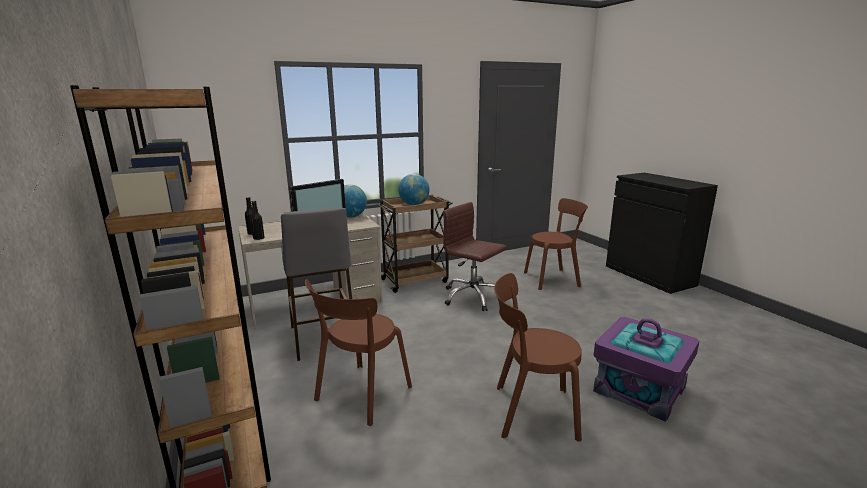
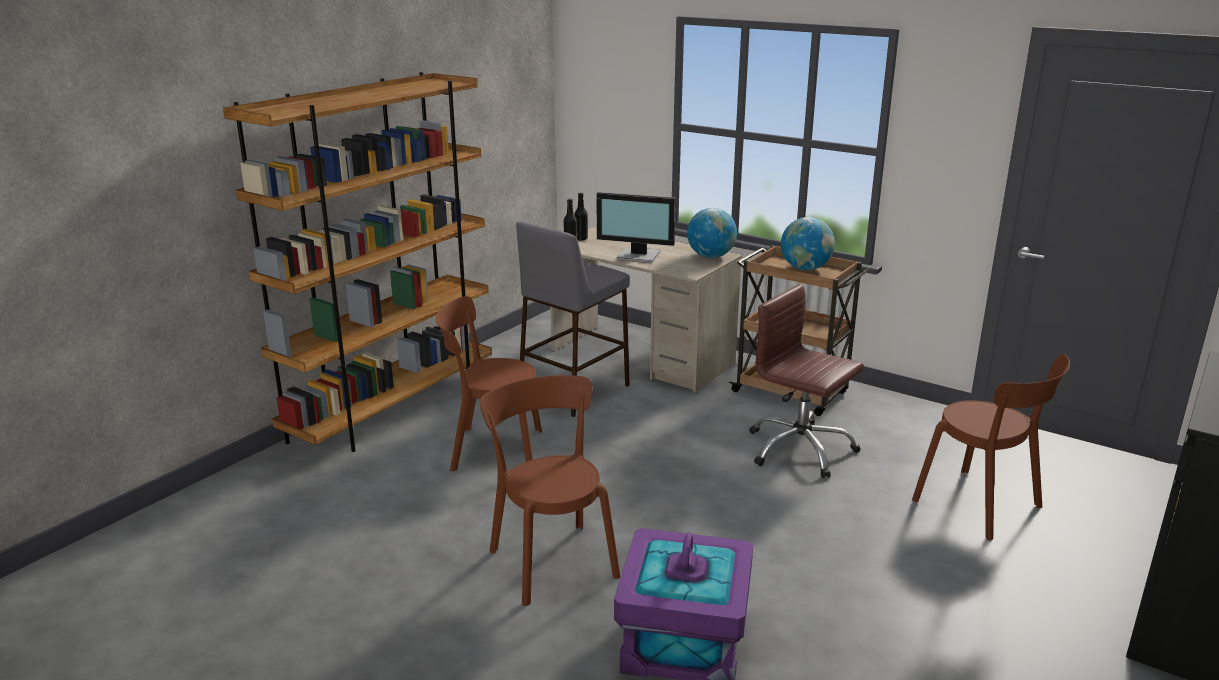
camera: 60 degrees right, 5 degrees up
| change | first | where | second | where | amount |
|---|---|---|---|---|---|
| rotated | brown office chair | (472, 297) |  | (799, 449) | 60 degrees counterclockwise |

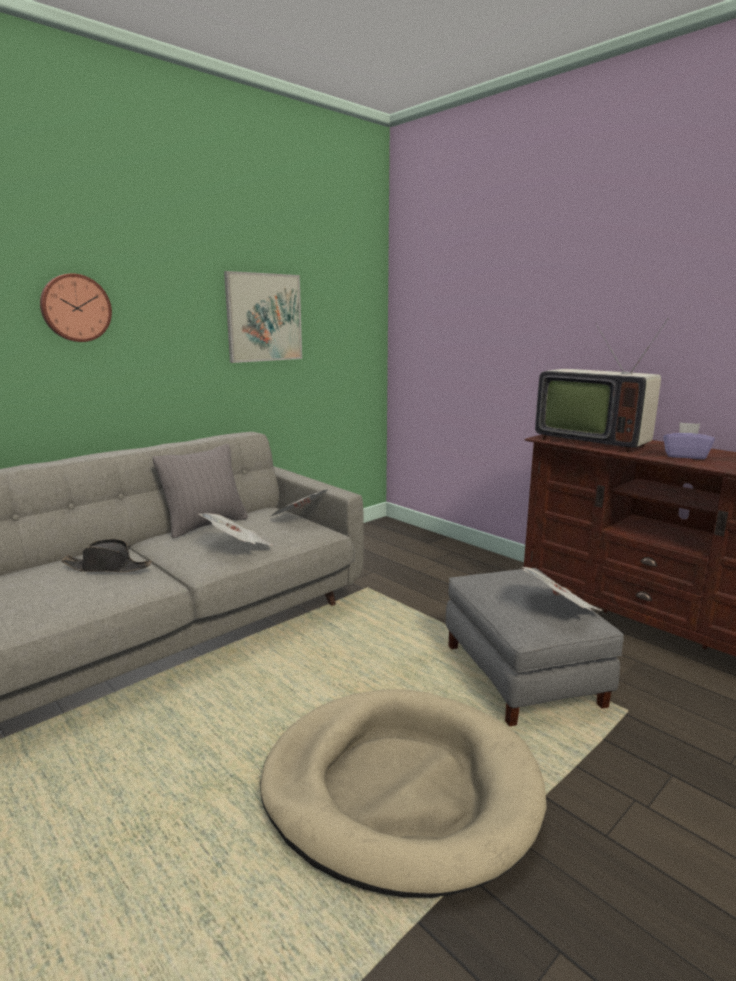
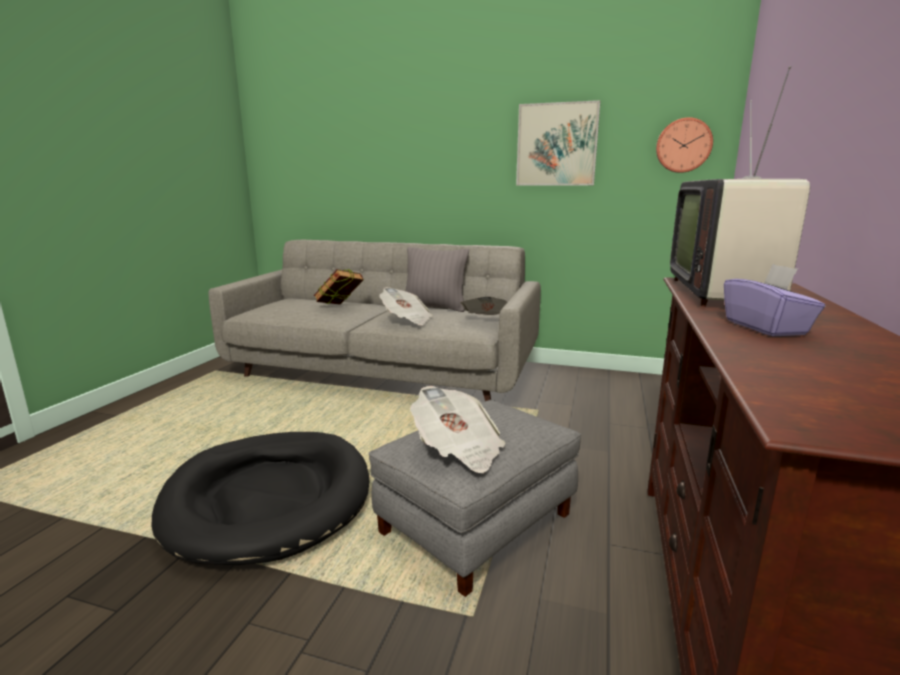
camera: 60 degrees right, 0 degrees up
| change | first | where | second | where | amount |
|---|---|---|---|---|---|
| shifted | wall clock | (75, 308) |  | (683, 145) |  |
| swapped | black hat | (108, 567) | book | (340, 307) |  |
| repainted | beige dog bed | (400, 789) | black dog bed | (269, 498) |  |

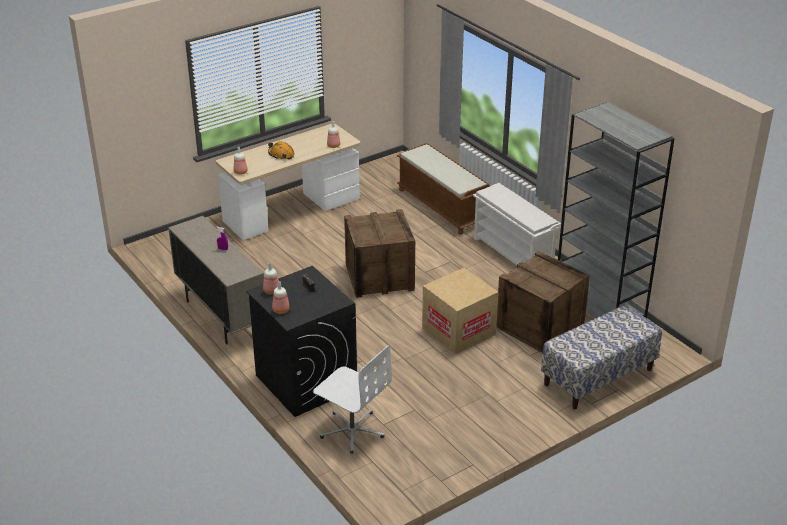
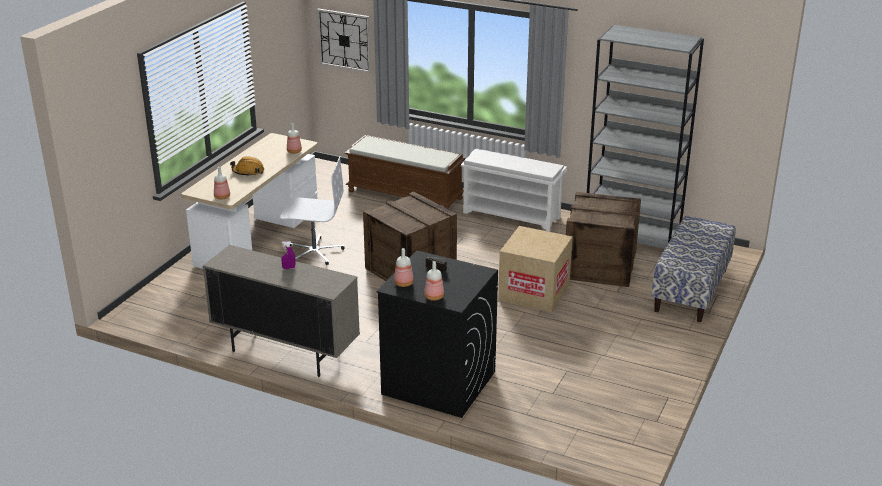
camera: 30 degrees left, 5 degrees down
| change | first | where | second | where | amount |
|---|---|---|---|---|---|
| shifted | white office chair | (352, 430) |  | (314, 252) |  |
| new |  |  | wall clock | (344, 40) |  |

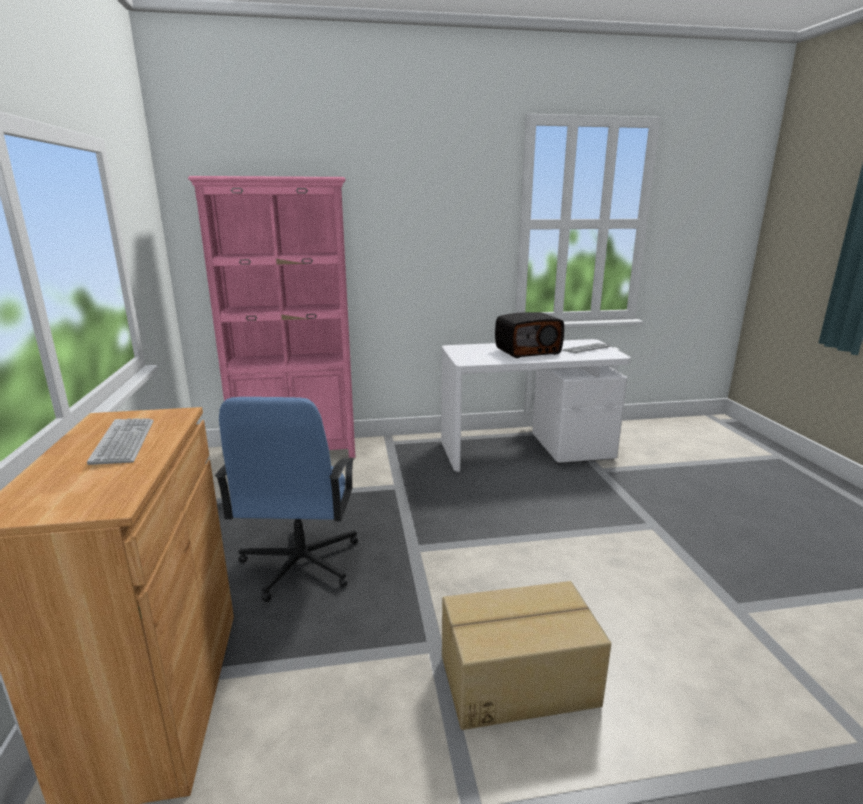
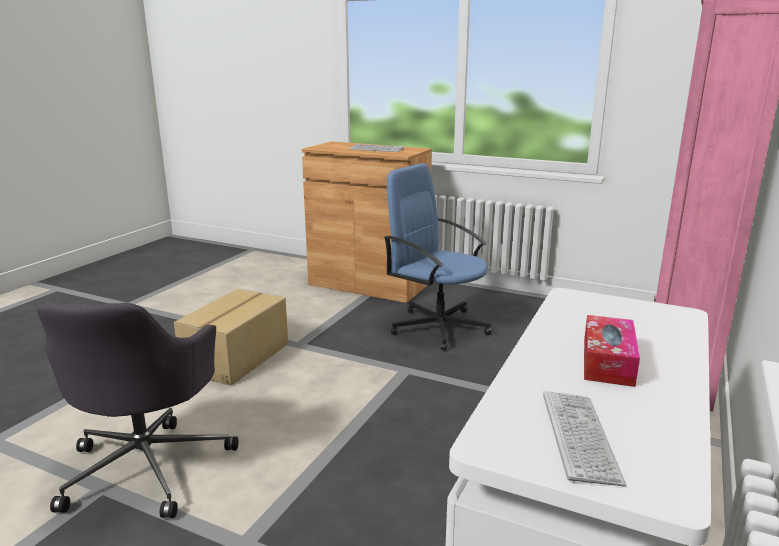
camera: 125 degrees right, 0 degrees up
| change | first | where | second | where | amount |
|---|---|---|---|---|---|
| swapped | radio | (527, 351) | tissue box | (607, 362) |  |
| new |  |  | grey office chair | (148, 466) |  |

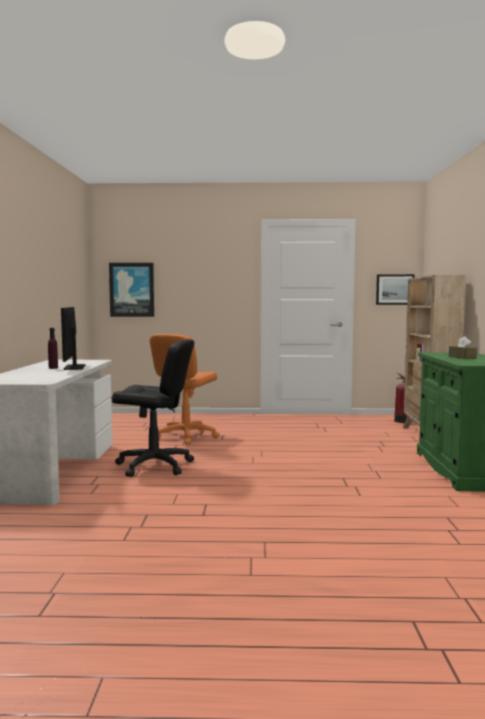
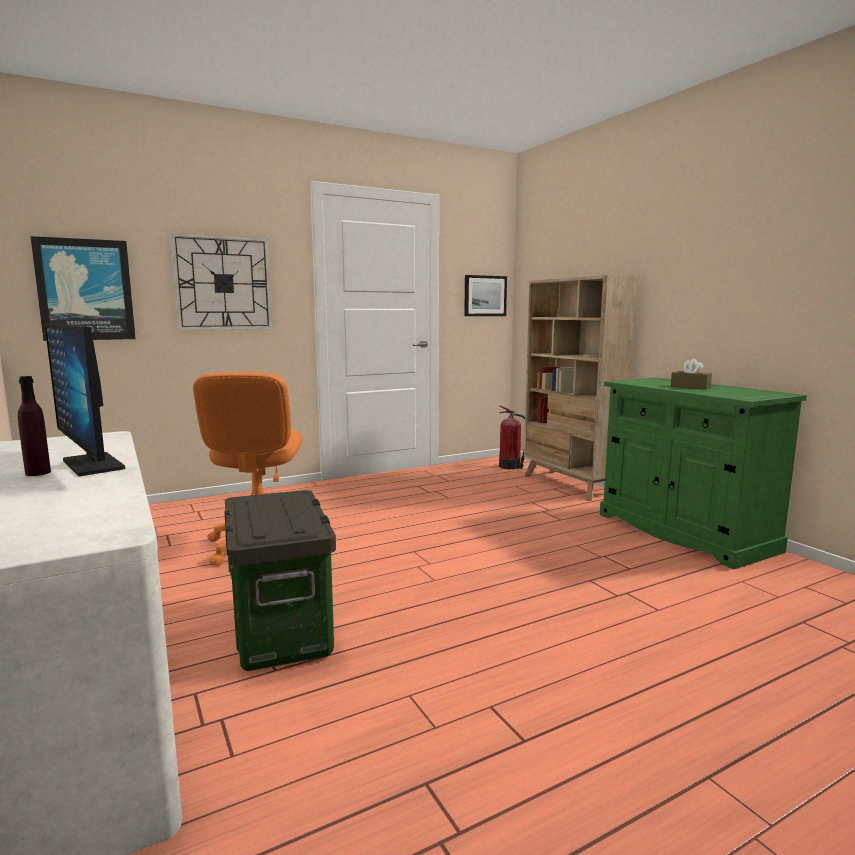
camera: 30 degrees left, 5 degrees up
| change | first | where | second | where | amount |
|---|---|---|---|---|---|
| swapped | black office chair | (154, 466) | storage box | (283, 630) |  |
| new |  |  | wall clock | (223, 283) |  |

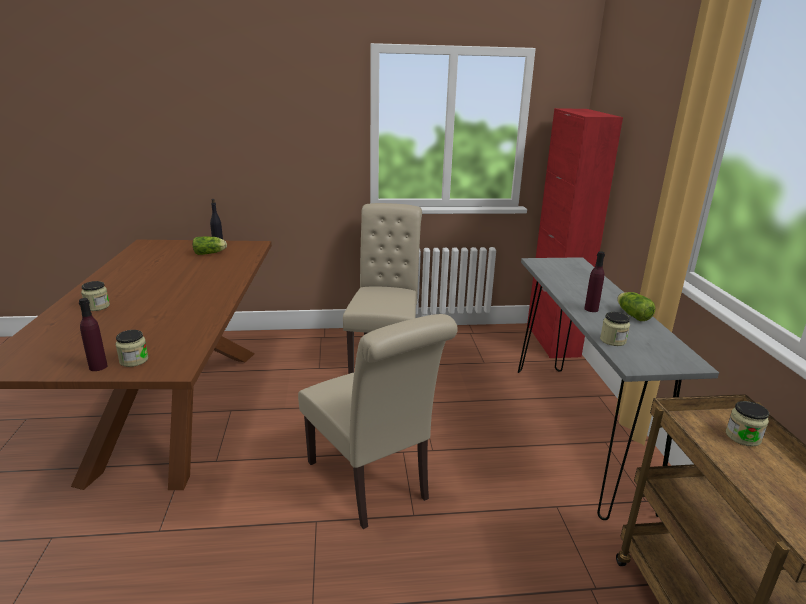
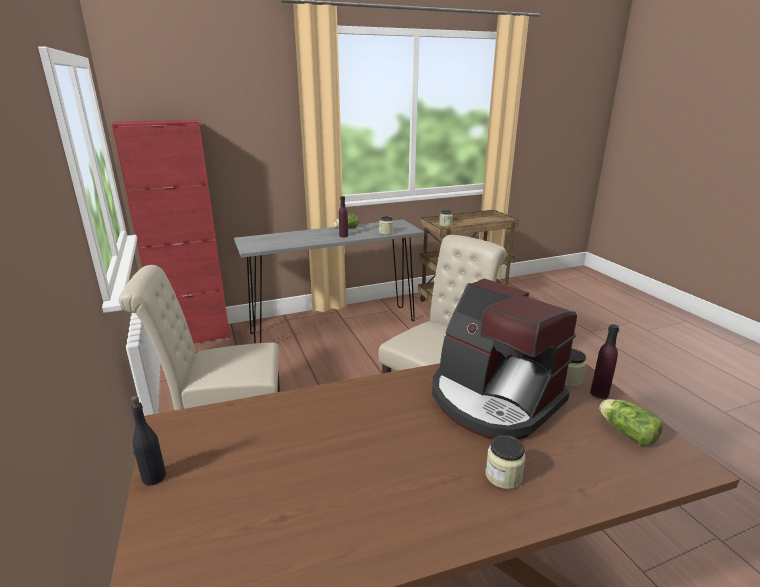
camera: 105 degrees left, 0 degrees up
| change | first | where | second | where | amount |
|---|---|---|---|---|---|
| shifted | lettuce | (210, 253) |  | (625, 431) |  |
| new |  |  | coffee machine | (493, 400) |  |

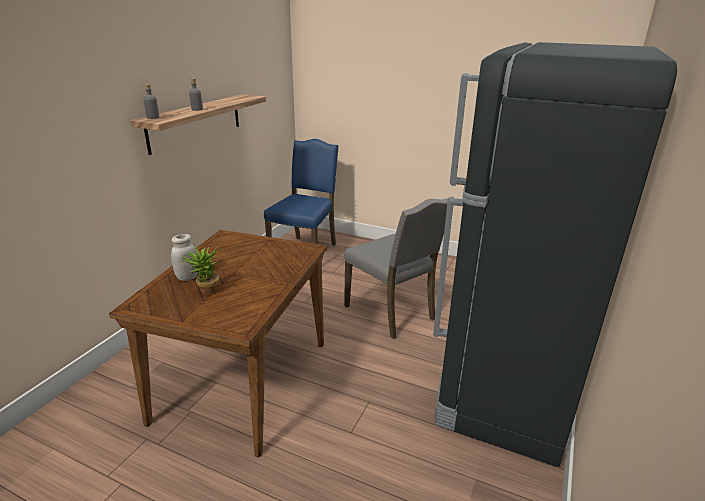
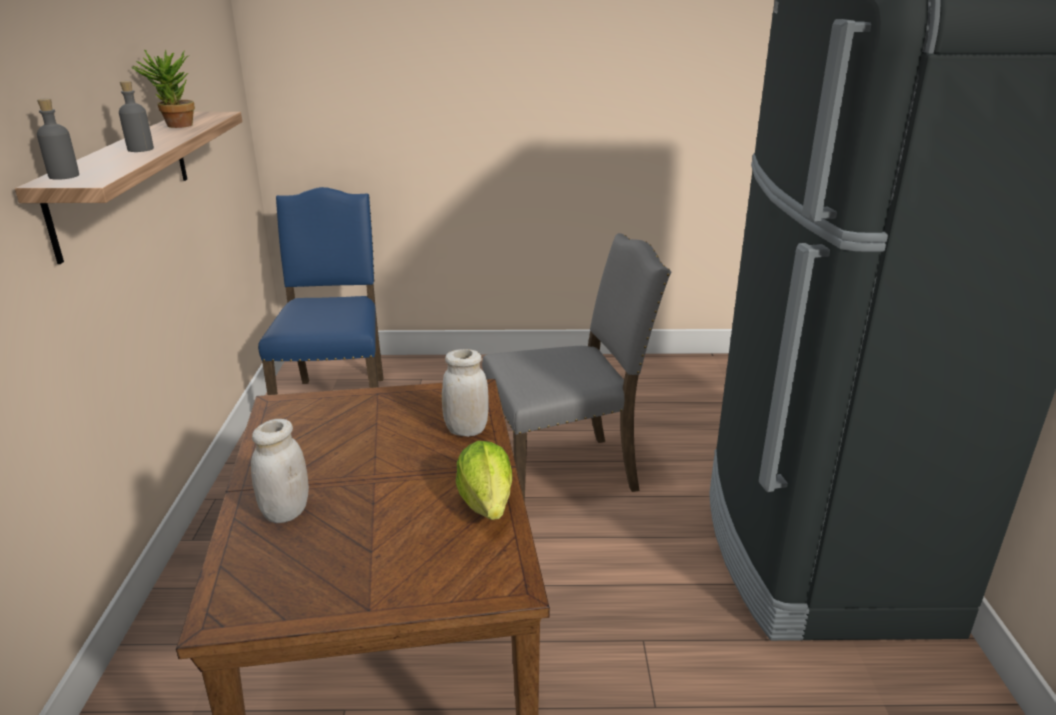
camera: 25 degrees left, 0 degrees up
| change | first | where | second | where | amount |
|---|---|---|---|---|---|
| shifted | potted plant | (205, 291) |  | (175, 126) |  |
| rotated | grey chair | (392, 312) |  | (565, 473) | 45 degrees counterclockwise |
| new |  |  | white jar | (466, 430) |  |
| new |  |  | lettuce | (487, 503) |  |

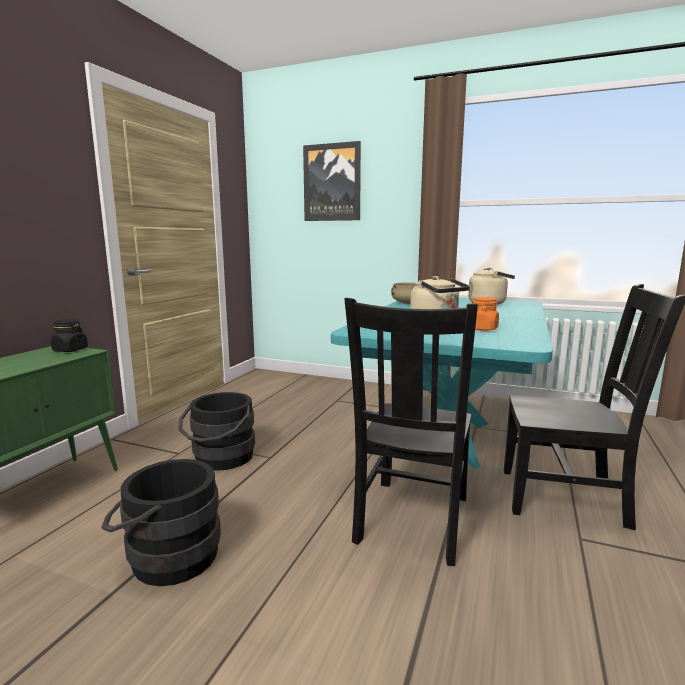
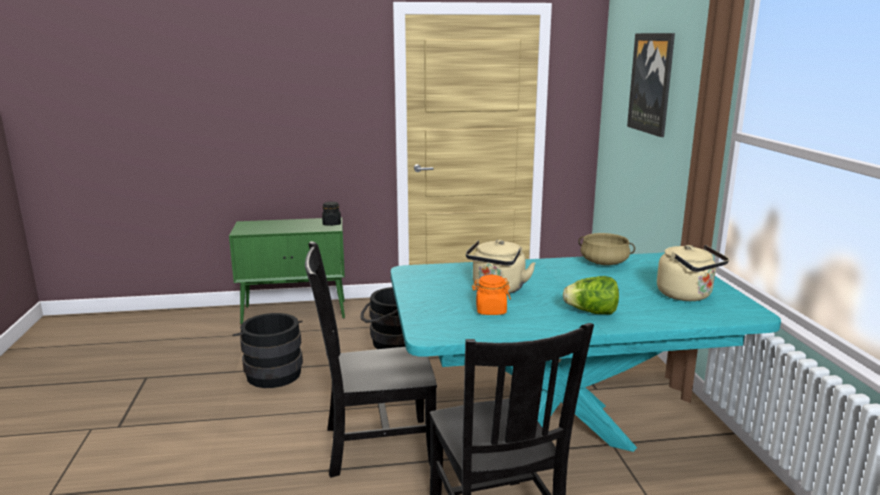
camera: 60 degrees right, 5 degrees up
| change | first | where | second | where | amount |
|---|---|---|---|---|---|
| new |  |  | lettuce | (591, 312) |  |

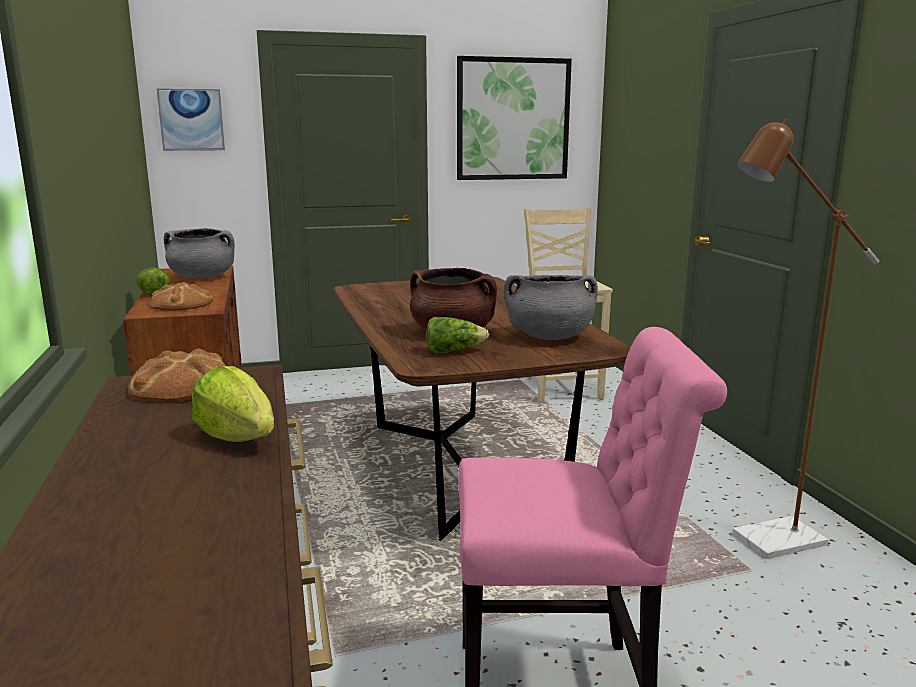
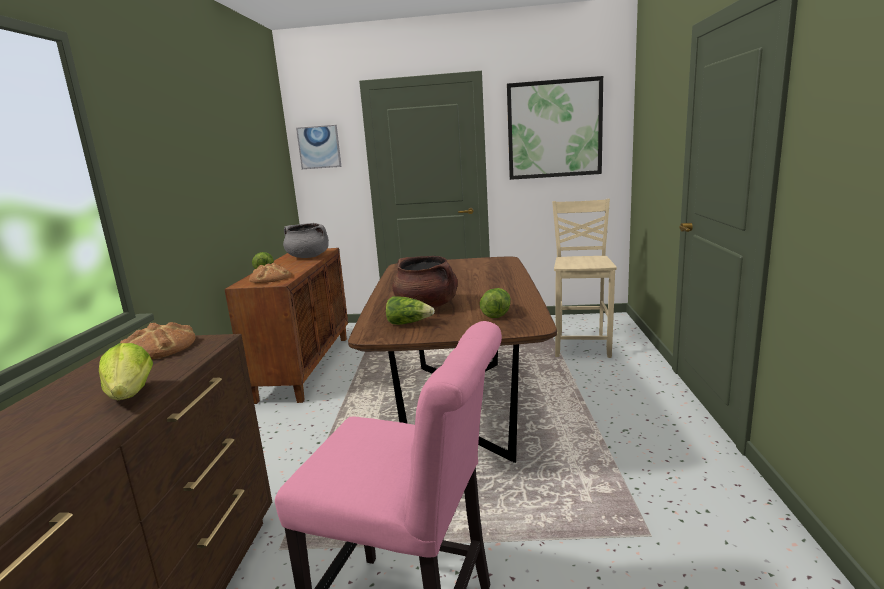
camera: 20 degrees right, 0 degrees up
| change | first | where | second | where | amount |
|---|---|---|---|---|---|
| swapped | grey cooking pot | (549, 337) | lettuce | (496, 313) |  |
| gone | brown floor lamp | (766, 542) |  |  |  |

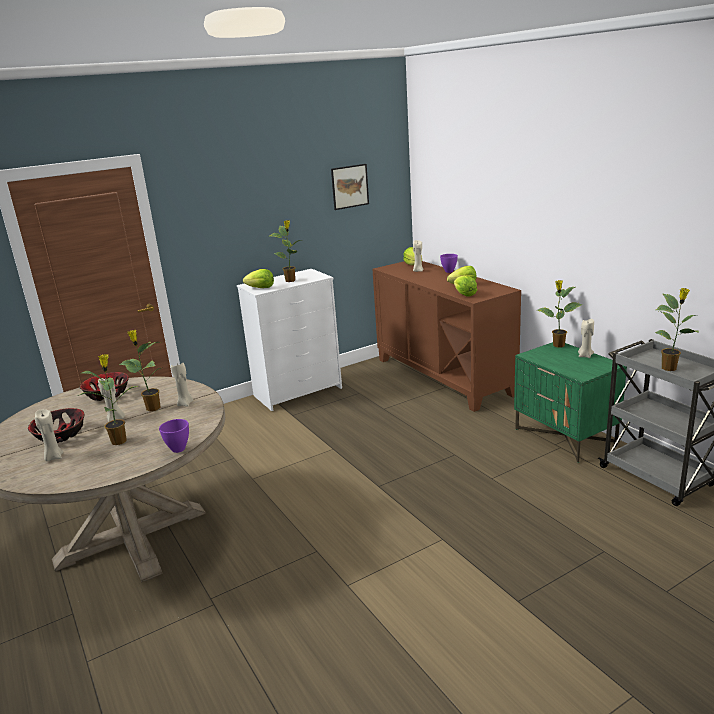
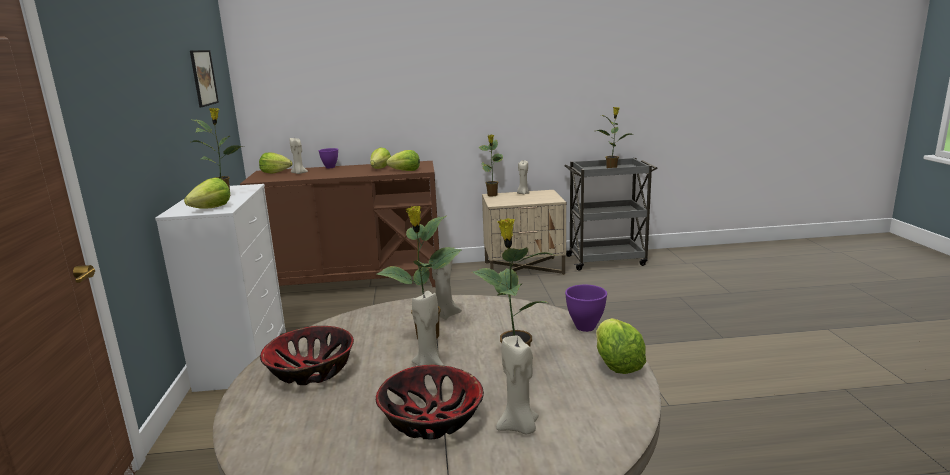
camera: 65 degrees left, 5 degrees down
| change | first | where | second | where | amount |
|---|---|---|---|---|---|
| repainted | green nightstand | (565, 436) | beige nightstand | (524, 269) |  |
| new |  |  | lettuce | (616, 364) |  |

